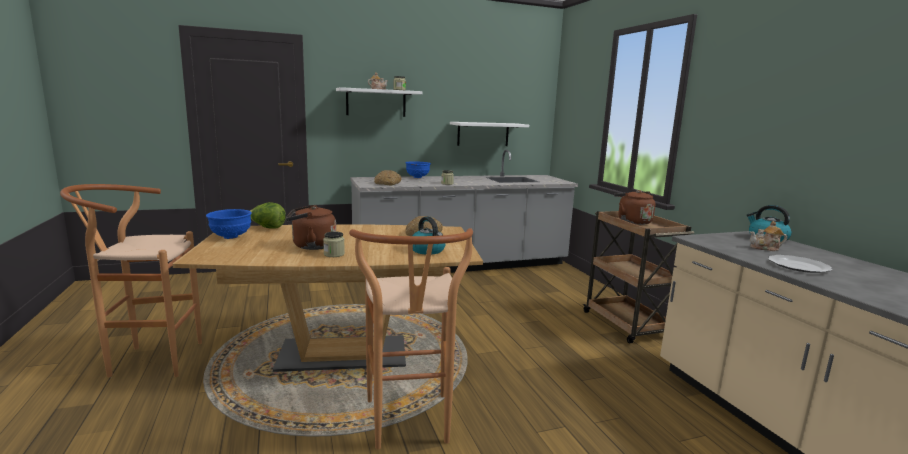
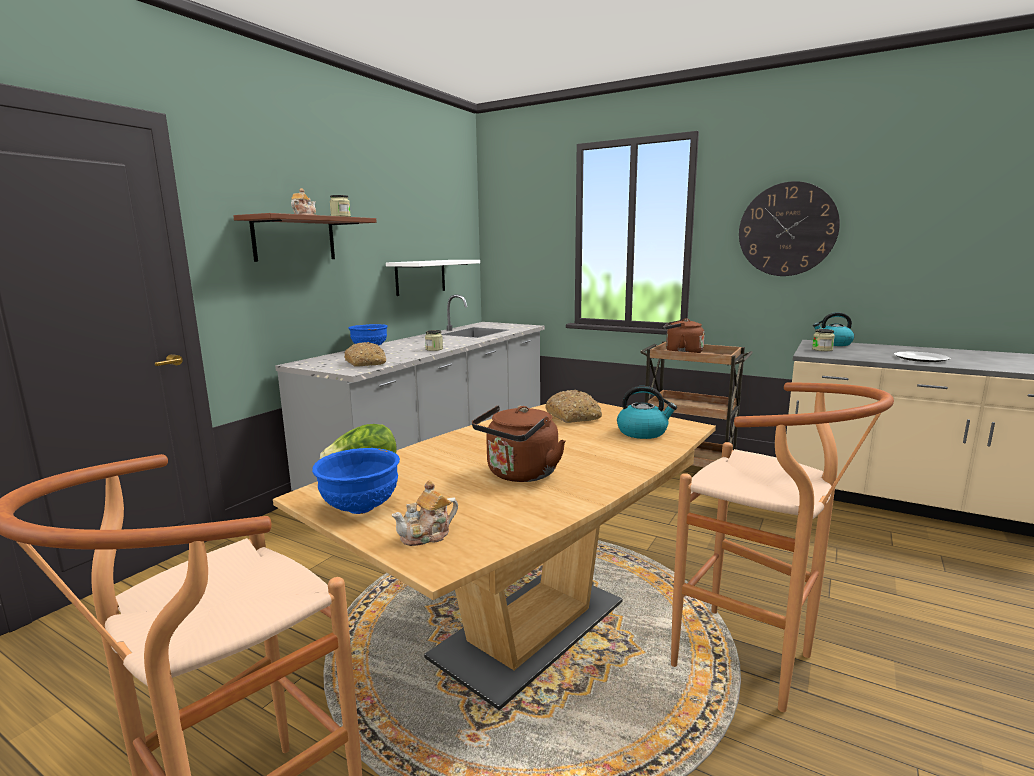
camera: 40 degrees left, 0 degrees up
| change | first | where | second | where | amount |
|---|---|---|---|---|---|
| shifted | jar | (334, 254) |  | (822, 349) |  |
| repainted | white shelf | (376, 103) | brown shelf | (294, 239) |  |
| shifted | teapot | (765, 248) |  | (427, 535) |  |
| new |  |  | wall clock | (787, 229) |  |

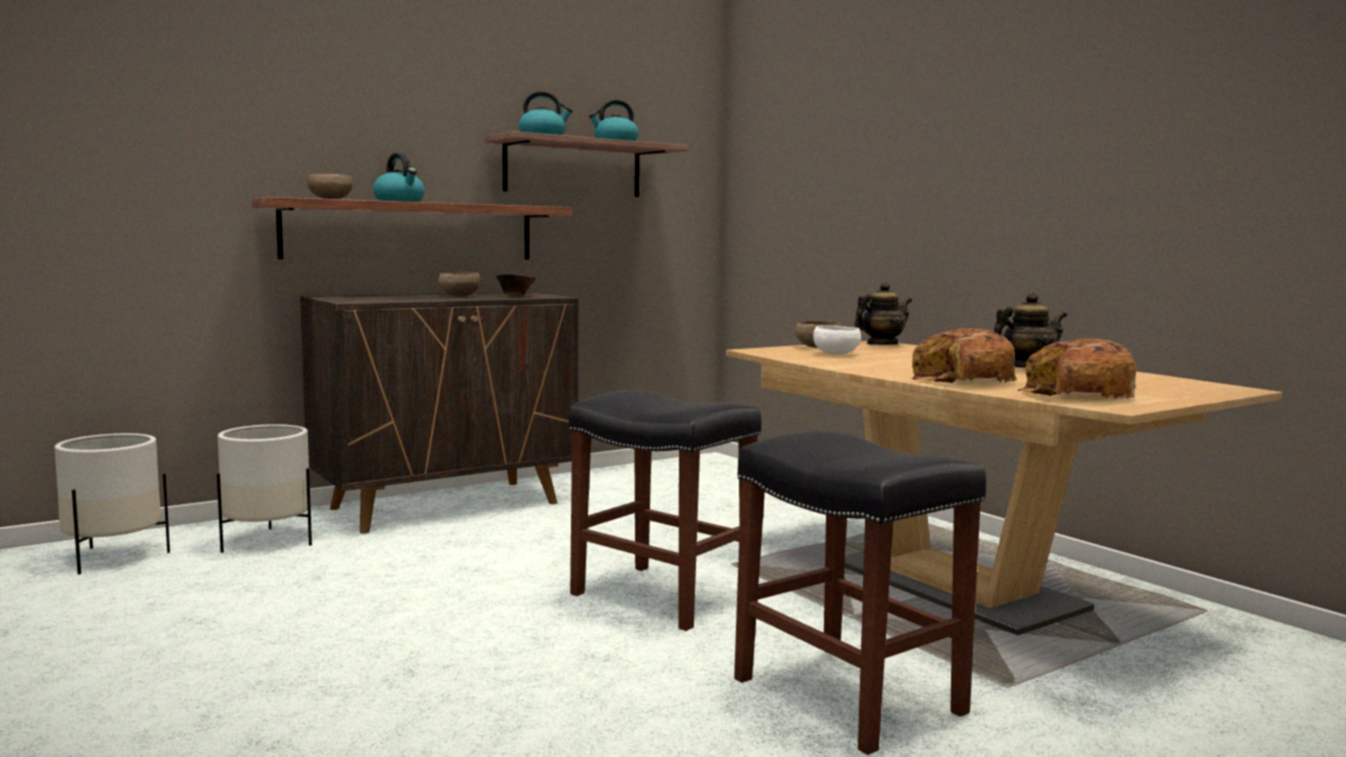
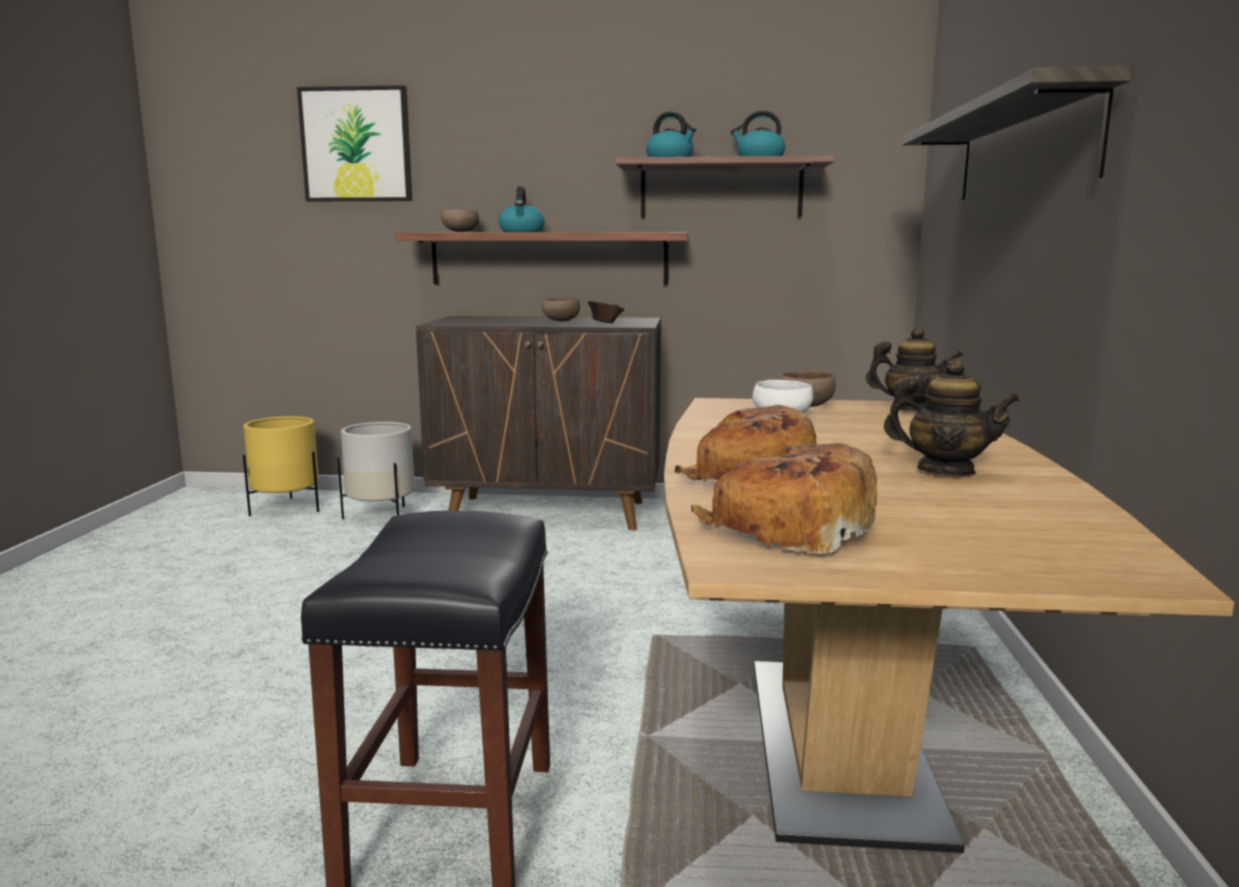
camera: 40 degrees right, 5 degrees up
| change | first | where | second | where | amount |
|---|---|---|---|---|---|
| repainted | white planter | (113, 558) | yellow planter | (286, 508) |  |
| gone | black stool | (659, 596) |  |  |  |
| new |  |  | picture | (356, 145) |  |
| new |  |  | shelf | (1022, 150) |  |

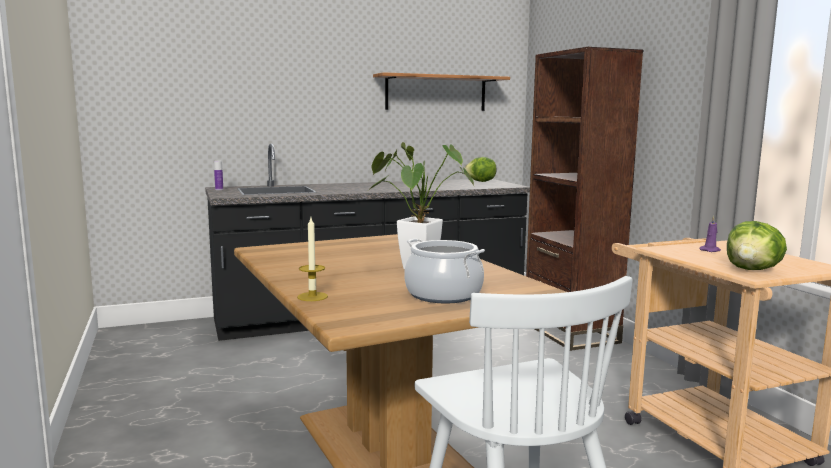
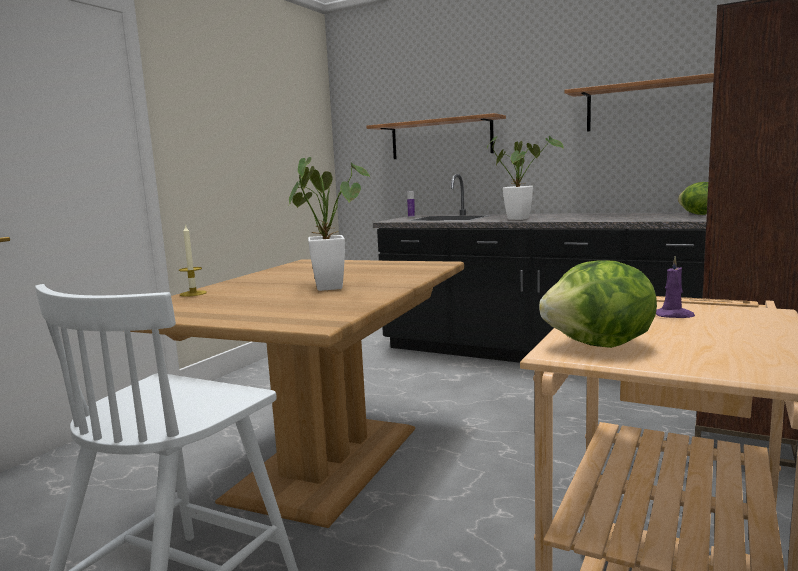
camera: 50 degrees right, 0 degrees up
| change | first | where | second | where | amount |
|---|---|---|---|---|---|
| gone | cooking pot | (443, 294) |  |  |  |
| new |  |  | shelf | (441, 139) |  |
| new |  |  | potted plant | (521, 218) |  |

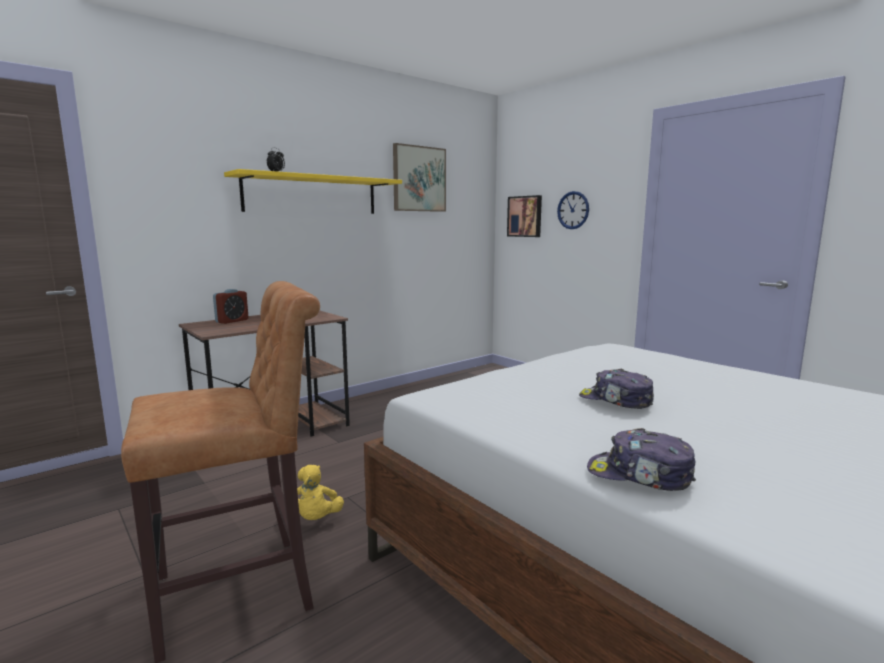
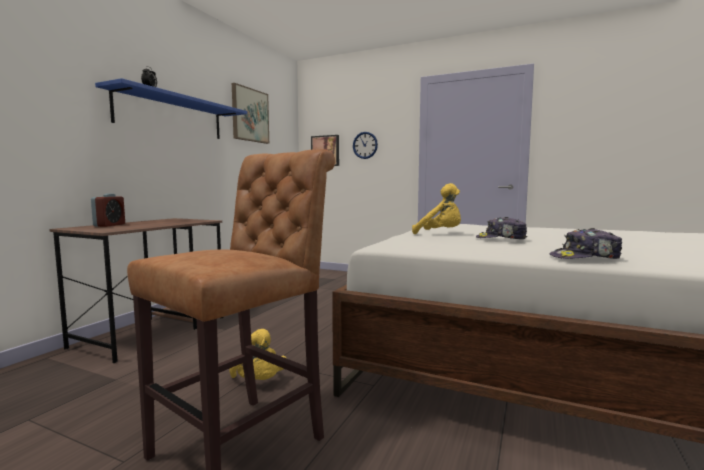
camera: 25 degrees left, 5 degrees down
| change | first | where | second | where | amount |
|---|---|---|---|---|---|
| repainted | yellow shelf | (312, 195) | blue shelf | (171, 116) |  |
| new |  |  | yellow plush toy | (440, 234) |  |

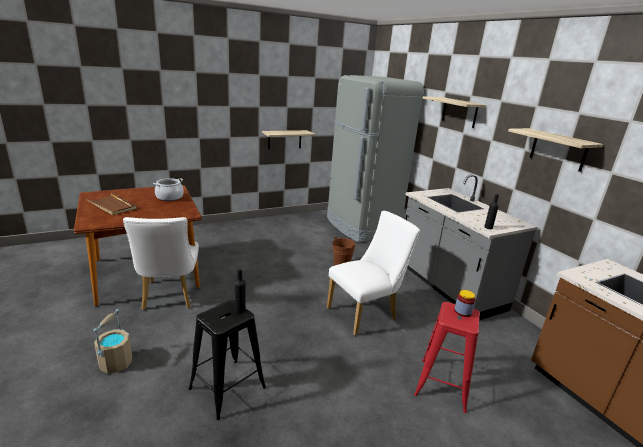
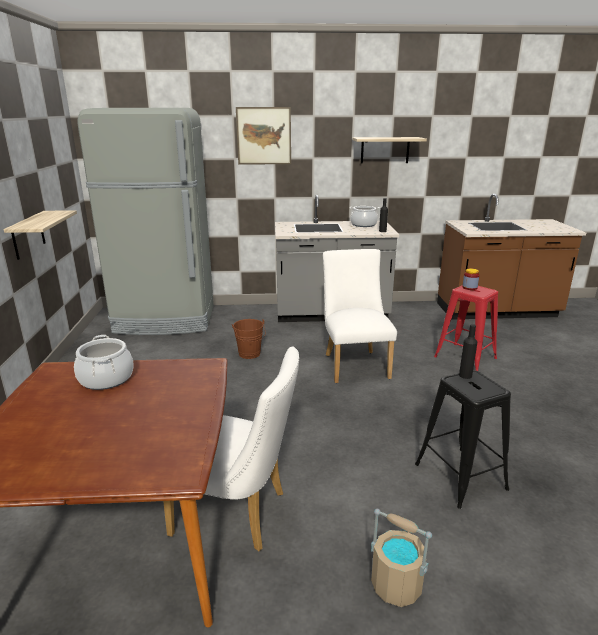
camera: 65 degrees left, 0 degrees up
| change | first | where | second | where | amount |
|---|---|---|---|---|---|
| gone | brown tray | (111, 205) |  |  |  |
| swapped | shelf | (459, 112) | picture | (264, 136) |  |
| new |  |  | cooking pot | (363, 224) |  |

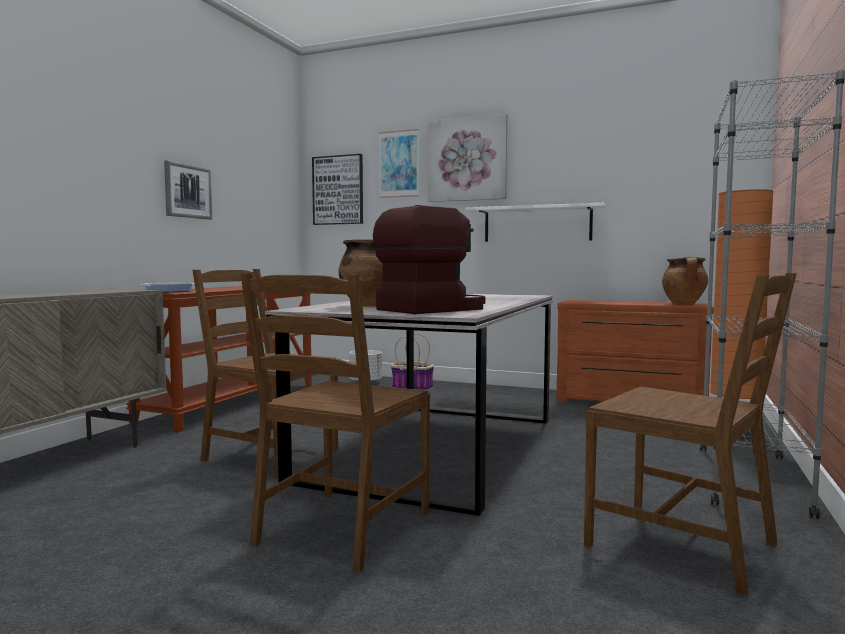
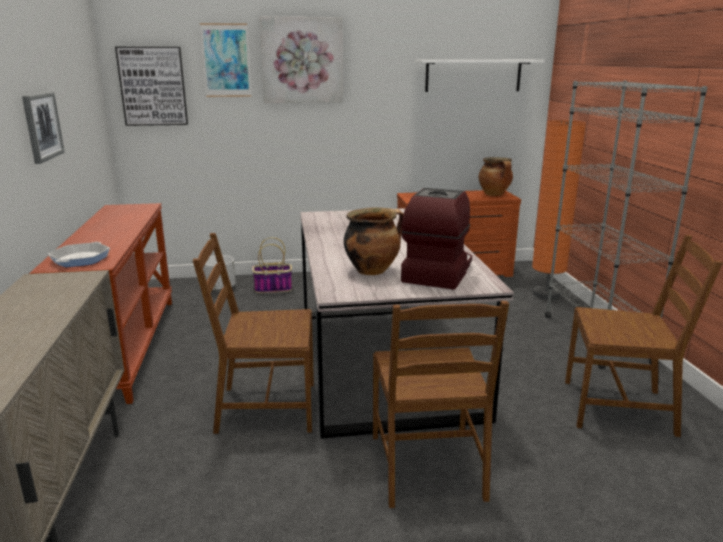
camera: 30 degrees left, 15 degrees up
| change | first | where | second | where | amount |
|---|---|---|---|---|---|
| shifted | white shelf | (537, 224) |  | (473, 75) |  |

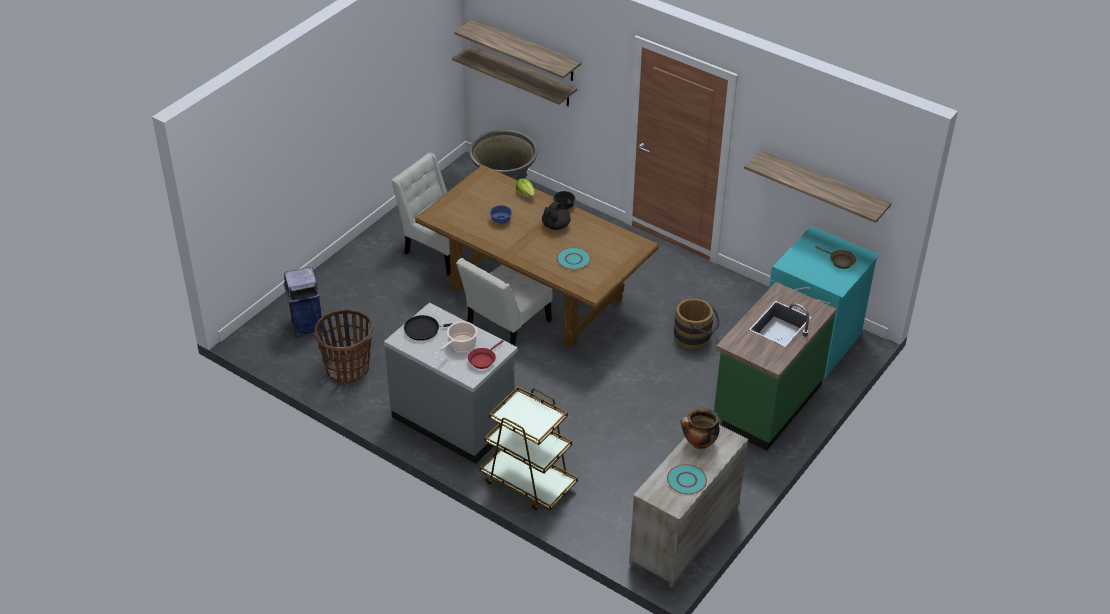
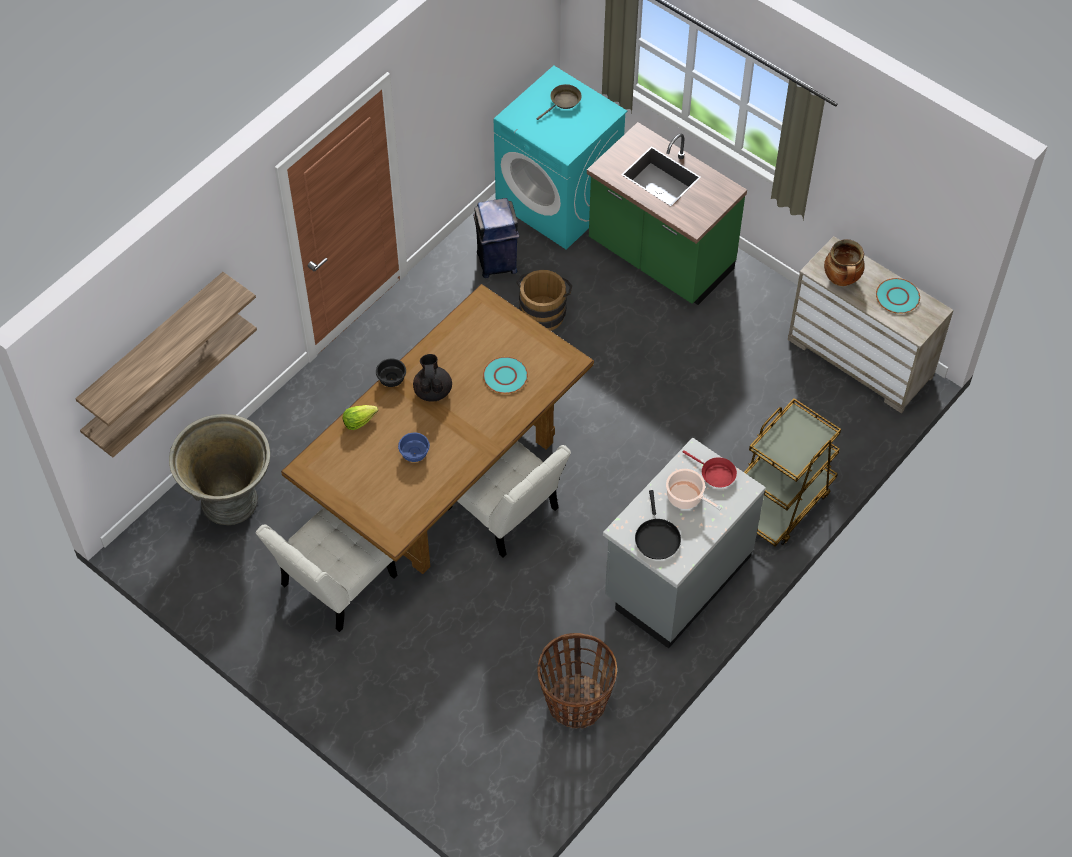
camera: 85 degrees left, 15 degrees up
| change | first | where | second | where | amount |
|---|---|---|---|---|---|
| shifted | blue trash can | (306, 325) |  | (497, 263) |  |
| rotated | black teapot | (556, 225) |  | (432, 390) | 45 degrees clockwise |
| gone | shelf | (823, 187) |  |  |  |

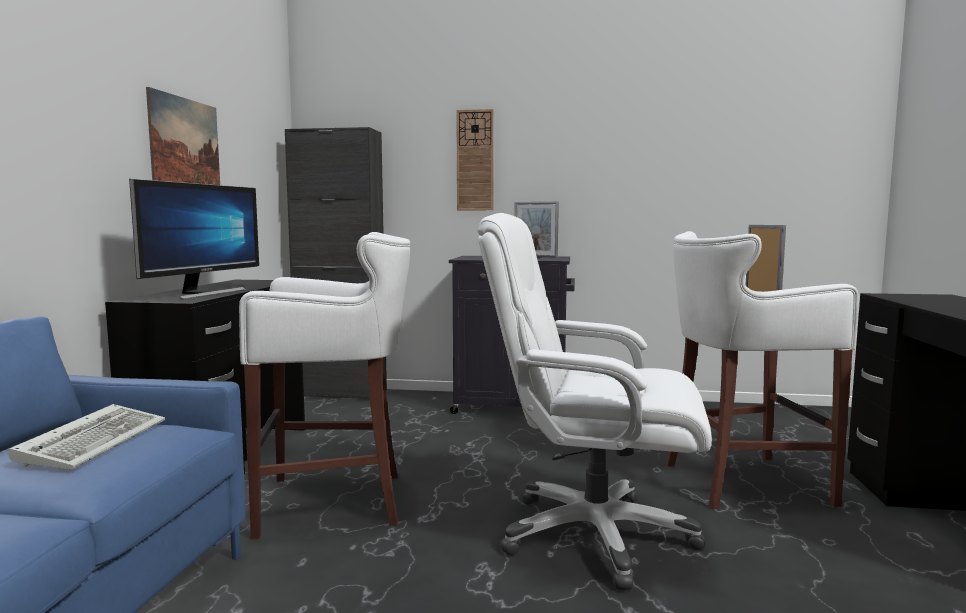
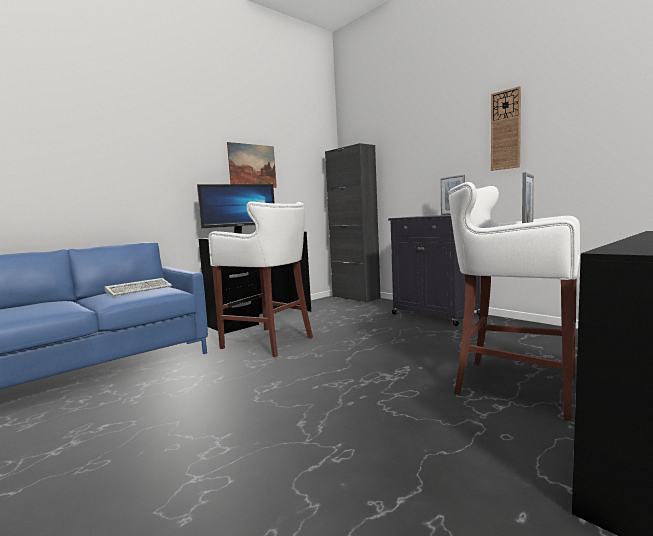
camera: 40 degrees right, 0 degrees up
| change | first | where | second | where | amount |
|---|---|---|---|---|---|
| shifted | wall clock | (475, 160) |  | (505, 130) |  |
| gone | white office chair | (593, 534) |  |  |  |

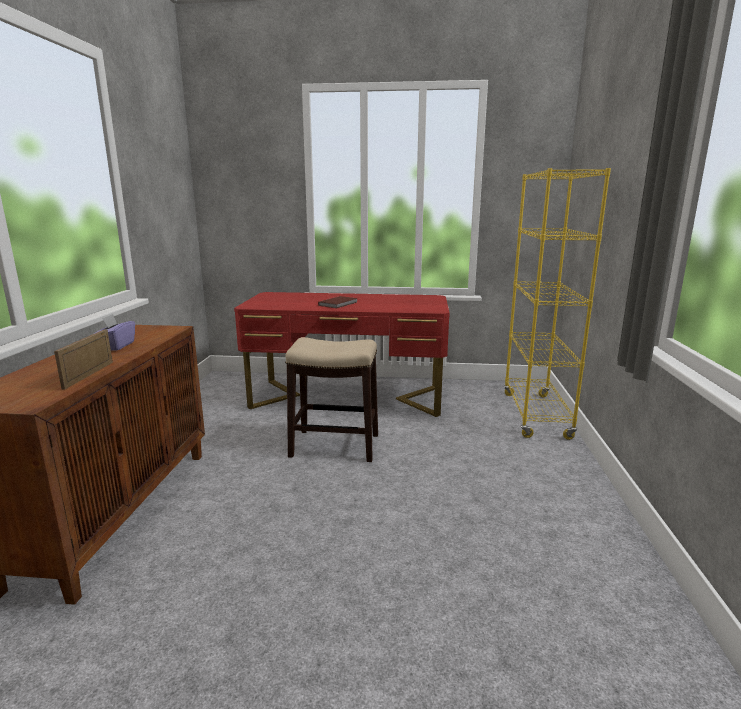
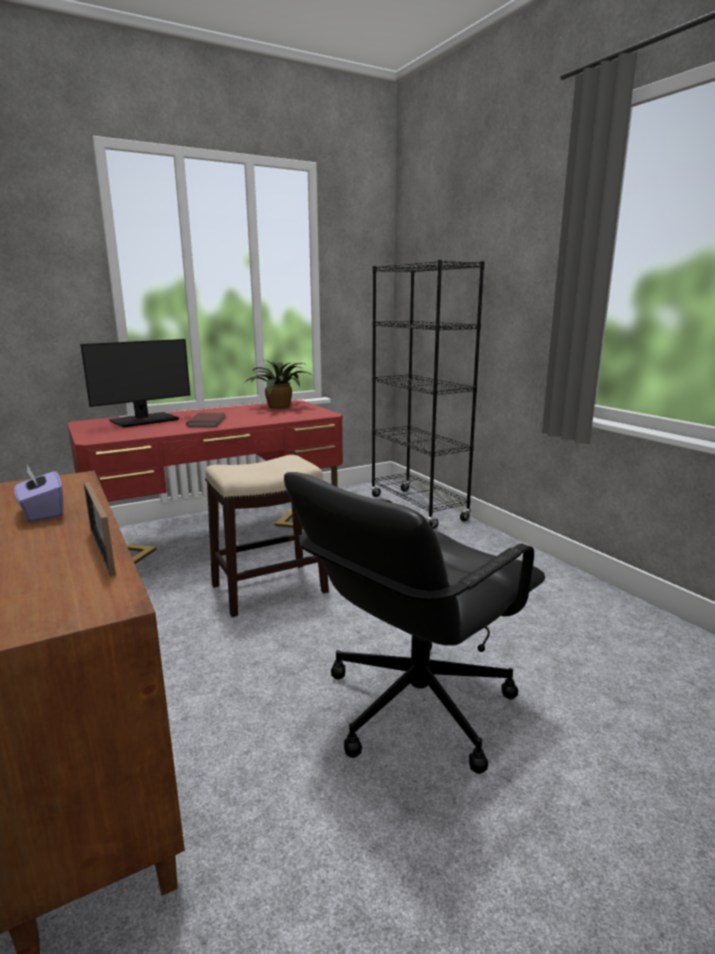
camera: 35 degrees left, 0 degrees up
| change | first | where | second | where | amount |
|---|---|---|---|---|---|
| repainted | yellow bookcase | (535, 415) | black bookcase | (418, 508) |  |
| new |  |  | monitor | (144, 420) |  |
| new |  |  | potted plant | (279, 407) |  |
| new |  |  | black office chair | (415, 705) |  |

